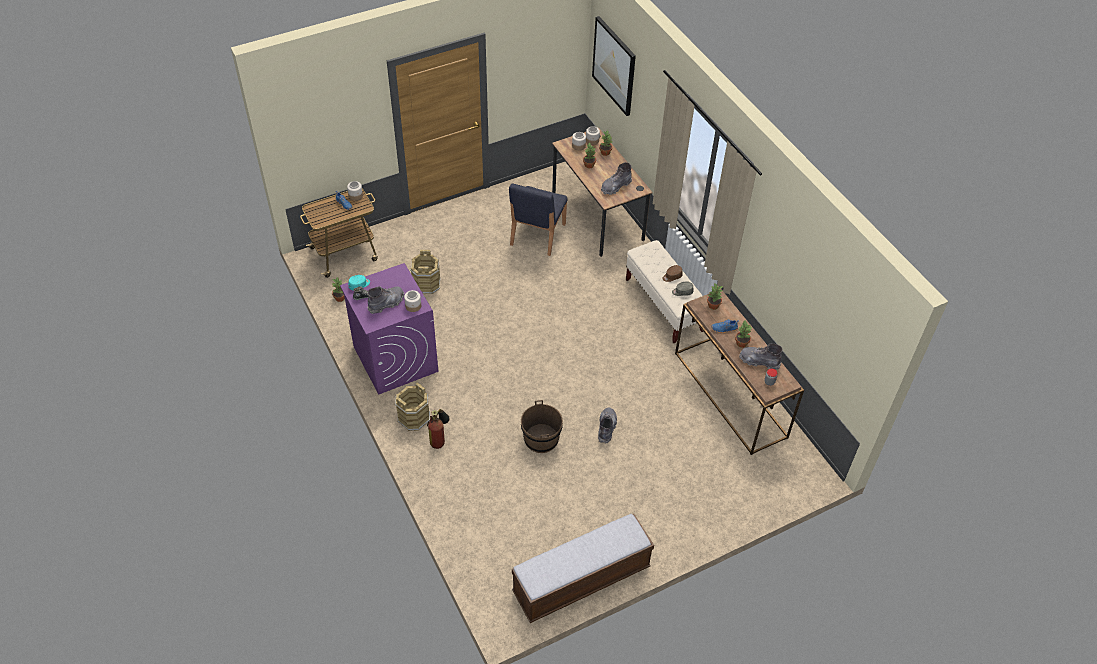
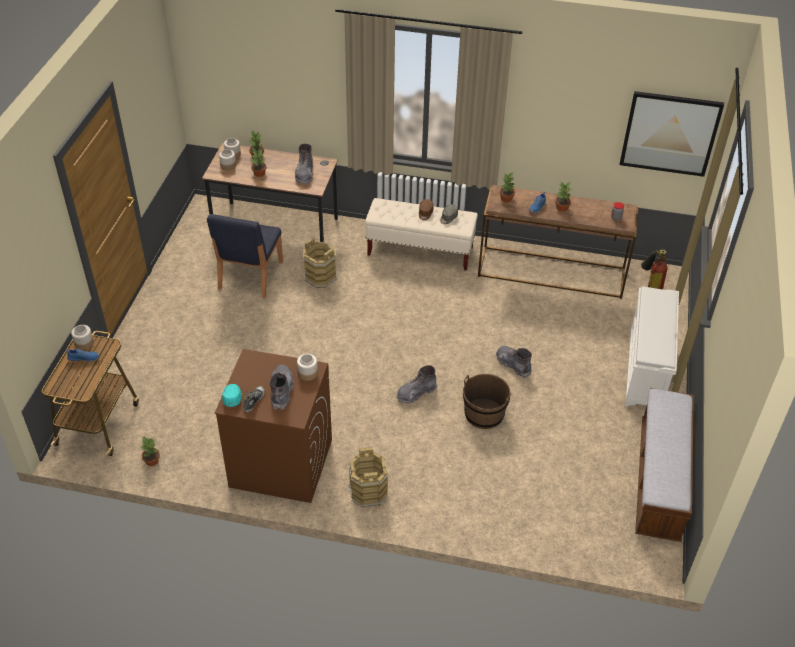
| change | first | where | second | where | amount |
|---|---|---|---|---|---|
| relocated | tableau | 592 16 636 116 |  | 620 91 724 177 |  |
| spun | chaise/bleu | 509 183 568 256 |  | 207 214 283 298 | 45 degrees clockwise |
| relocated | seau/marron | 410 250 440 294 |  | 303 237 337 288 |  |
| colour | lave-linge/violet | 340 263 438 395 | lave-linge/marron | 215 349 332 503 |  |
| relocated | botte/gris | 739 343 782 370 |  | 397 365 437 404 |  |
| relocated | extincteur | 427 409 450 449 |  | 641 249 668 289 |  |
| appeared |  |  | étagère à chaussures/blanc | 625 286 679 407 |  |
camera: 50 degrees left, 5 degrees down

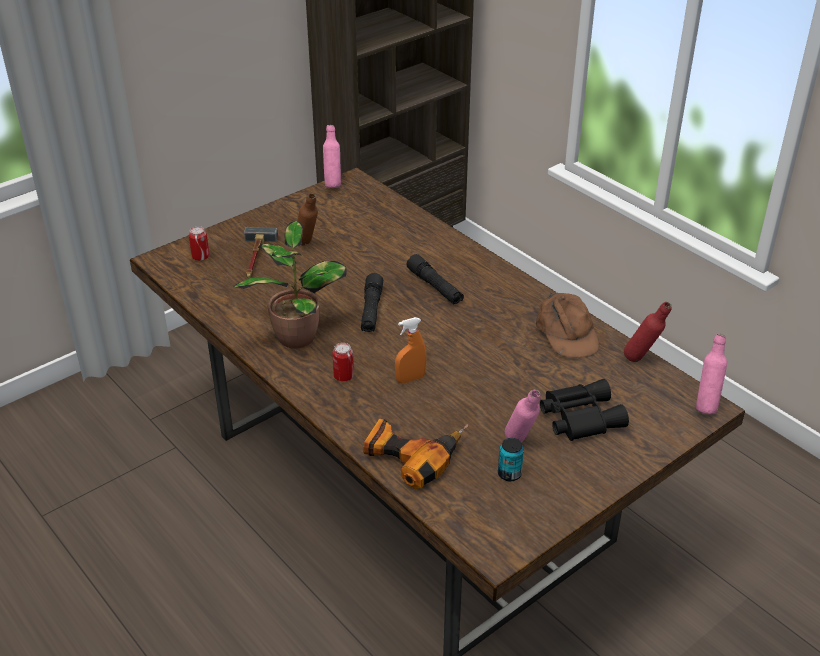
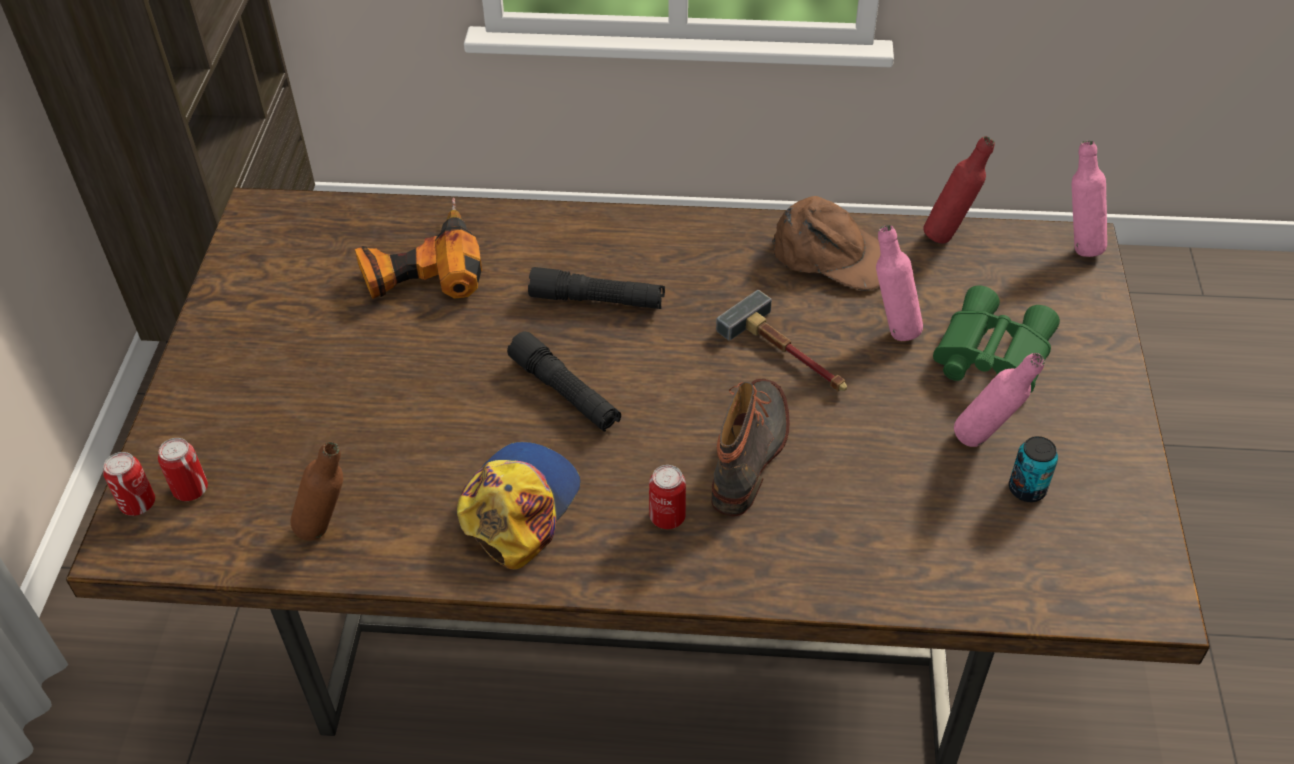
| change | first | where | second | where | amount |
|---|---|---|---|---|---|
| relocated | bouteille/rose | 323 125 341 188 |  | 876 225 923 341 |  |
| relocated | bouteille/marron | 297 193 318 246 |  | 291 442 343 541 |  |
| exchanged | plante en pot | 233 221 347 348 | casquette | 457 442 581 569 |  |
| relocated | marteau | 244 227 278 278 |  | 716 290 847 391 |  |
| exchanged | vaporisateur/orange | 395 317 426 384 | botte | 711 379 789 517 |  |
| colour | jumelles/noir | 540 379 629 441 | jumelles/vert | 933 285 1060 393 |  |
| relocated | perceuse | 363 418 469 489 |  | 355 198 482 299 |  |
| appeared |  |  | boîte métallique | 103 452 155 516 |  |
camera: 45 degrees left, 10 degrees up

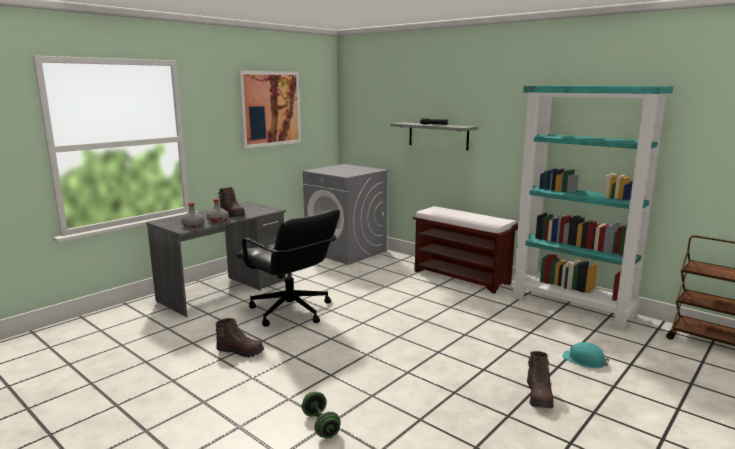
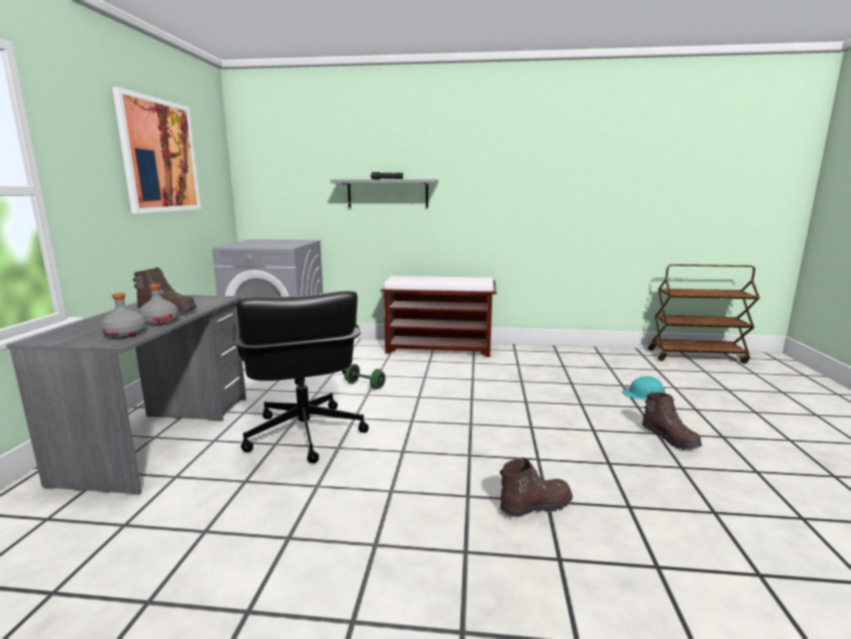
| change | first | where | second | where | amount |
|---|---|---|---|---|---|
| missing | bibliothèque/turquoise | 511 86 673 329 |  |  |  |
| spun | chaise de bureau/noir | 236 209 340 327 |  | 233 291 369 463 | 60 degrees clockwise |
| relocated | botte/marron | 215 318 264 358 |  | 500 457 573 517 |  |
| relocated | haltère/vert | 302 392 341 438 |  | 344 364 386 390 |  |
camera: 35 degrees left, 0 degrees up

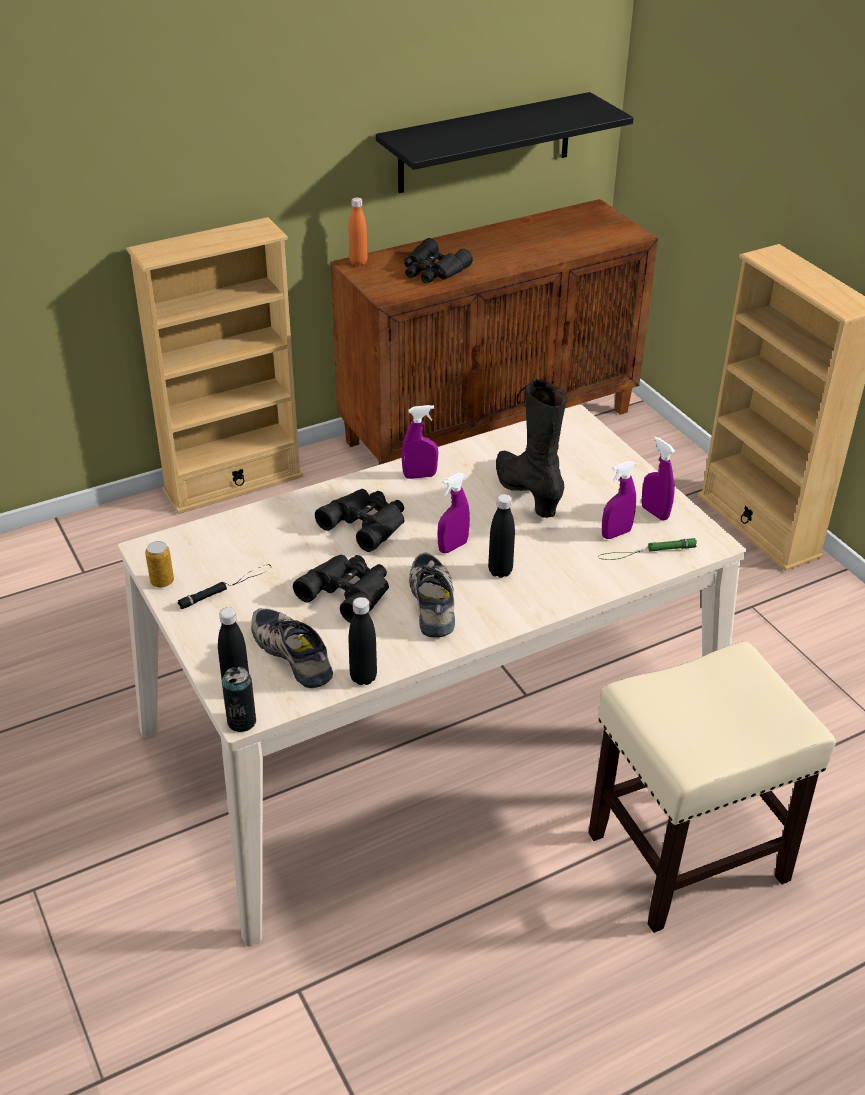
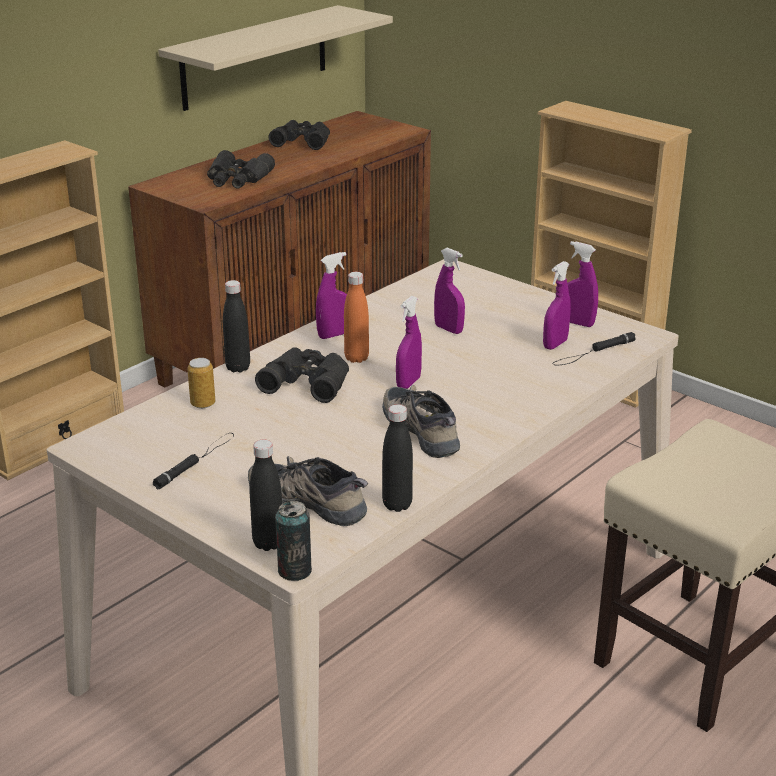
| change | first | where | second | where | amount |
|---|---|---|---|---|---|
| colour | étagère/noir | 376 92 634 193 | étagère/beige | 158 5 393 111 |  |
| relocated | bouteille/orange | 349 197 368 266 |  | 344 272 369 363 |  |
| exchanged | botte/noir | 496 378 567 518 | vaporisateur/violet | 434 248 465 334 |  |
| relocated | bouteille/noir | 488 494 515 578 |  | 223 280 250 373 |  |
| colour | lampe de poche/vert | 598 538 697 560 | lampe de poche/noir | 552 332 636 365 |  |
| relocated | boîte métallique | 145 541 174 588 |  | 187 358 215 409 |  |
| relocated | jumelles/noir | 293 555 389 623 |  | 269 120 330 150 |  |
camera: 20 degrees left, 10 degrees down

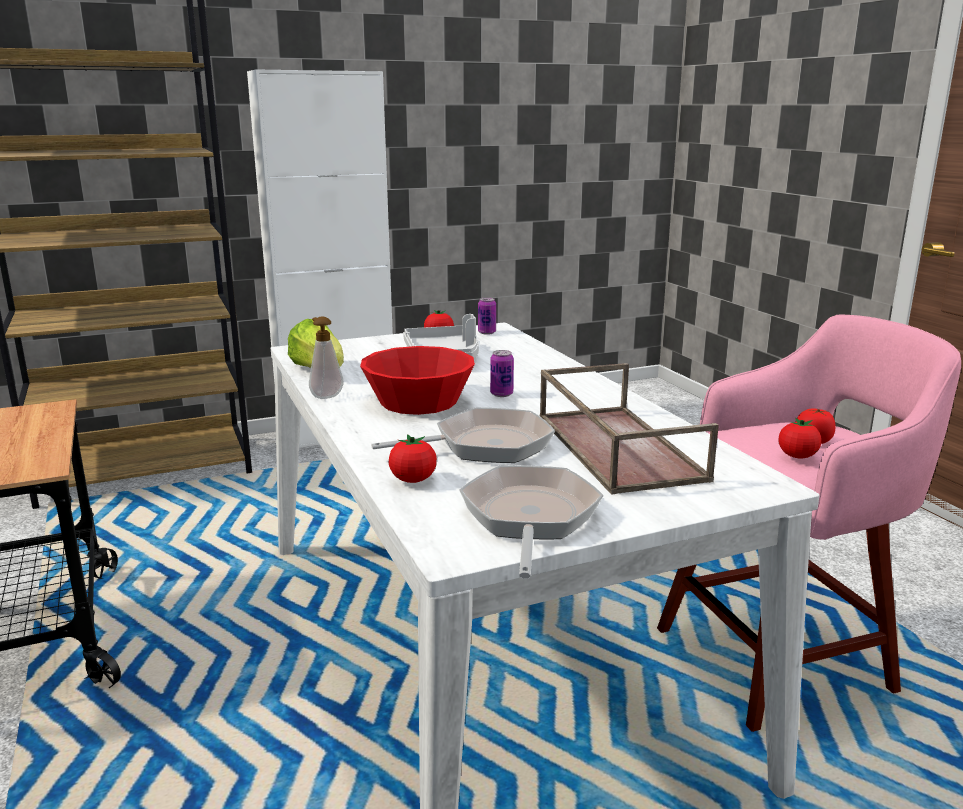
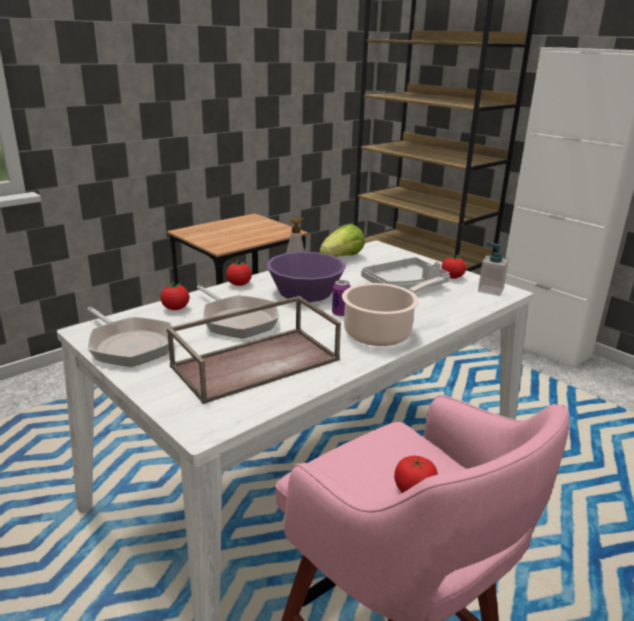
| change | first | where | second | where | amount |
|---|---|---|---|---|---|
| exchanged | boîte métallique | 478 298 496 335 | distributeur de savon | 478 243 509 296 |  |
| colour | bol/rouge | 360 346 475 415 | bol/violet | 267 252 346 302 |  |
| relocated | tomate | 778 418 821 459 |  | 226 260 252 286 |  |
| spun | poêle | 459 465 604 579 |  | 87 307 172 367 | 60 degrees clockwise |
| appeared |  |  | marmite | 342 277 445 346 |  |
camera: 70 degrees right, 5 degrees up

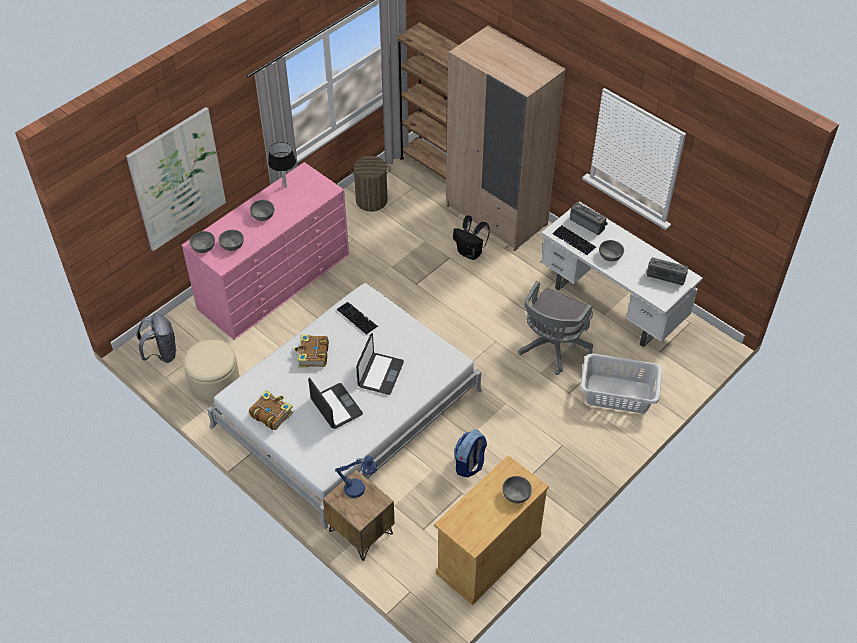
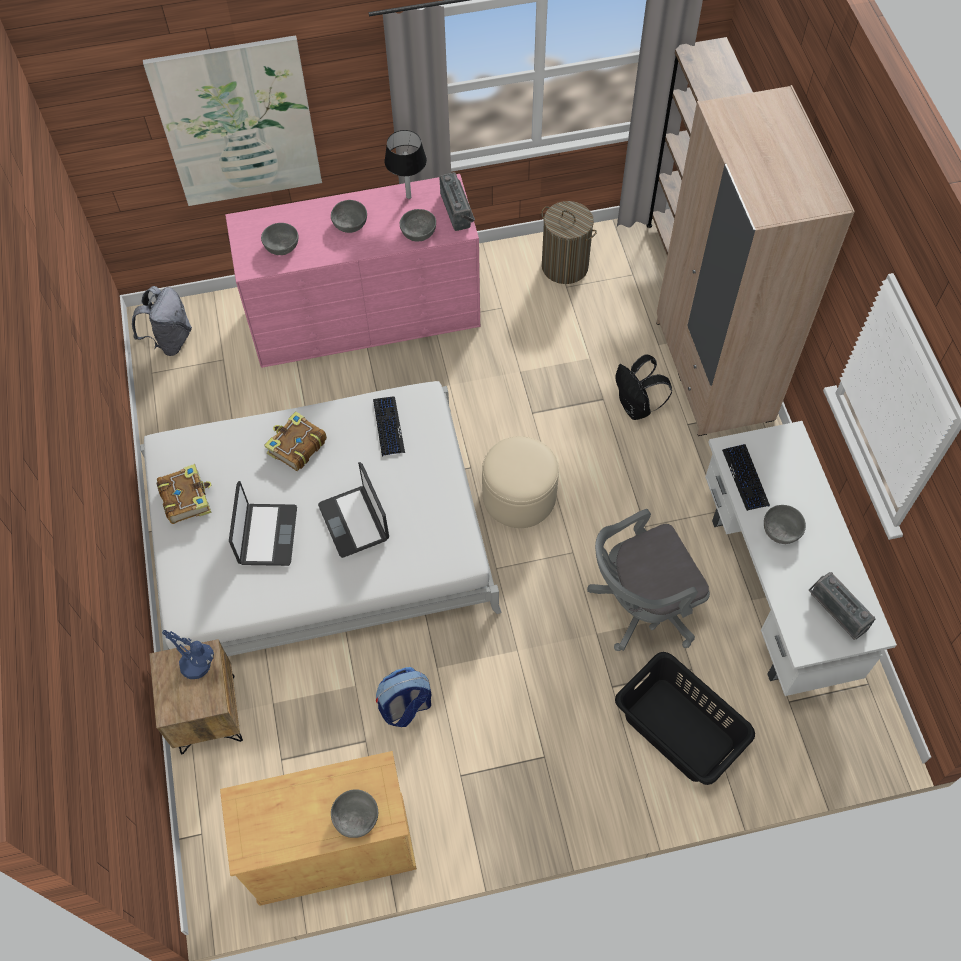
| change | first | where | second | where | amount |
|---|---|---|---|---|---|
| relocated | radio | 570 202 608 235 |  | 440 172 475 231 |  |
| relocated | bol/gris | 190 231 215 253 |  | 400 209 436 242 |  |
| spun | ordinateur portable | 356 333 404 395 |  | 318 462 389 558 | 105 degrees clockwise |
| relocated | pouf/beige | 183 339 240 403 |  | 482 436 559 528 |  |
| colour | panier à linge/blanc | 580 354 662 413 | panier à linge/noir | 615 652 755 785 |  |
camera: 35 degrees right, 10 degrees up

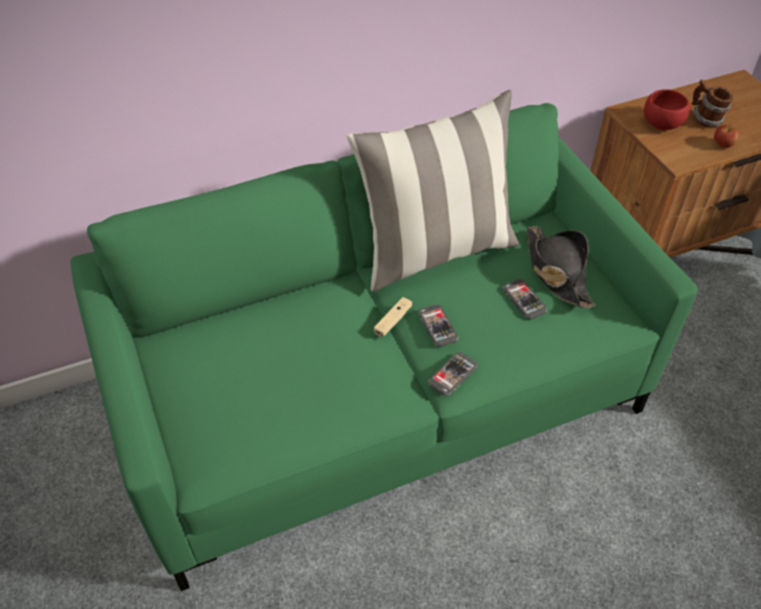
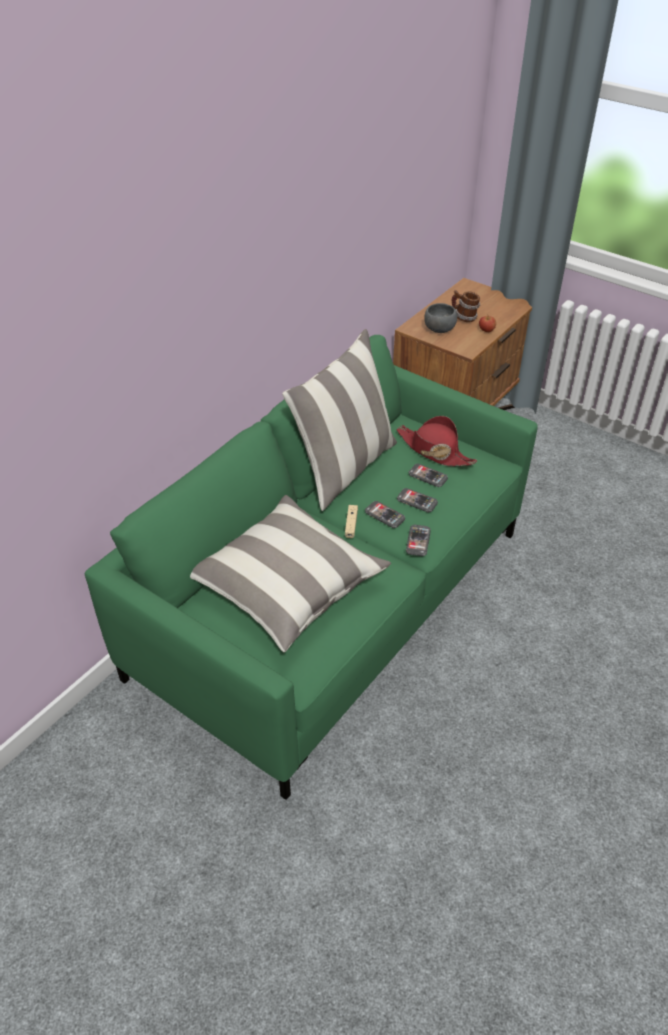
| change | first | where | second | where | amount |
|---|---|---|---|---|---|
| colour | bol/rouge | 644 89 690 130 | bol/gris | 424 303 457 333 |  |
| colour | chapeau/noir | 527 226 595 308 | chapeau/rouge | 396 416 477 466 |  |
| appeared |  |  | téléphone | 397 488 438 512 |  |
| appeared |  |  | coussin | 190 495 391 652 |  |
camera: 30 degrees left, 5 degrees down

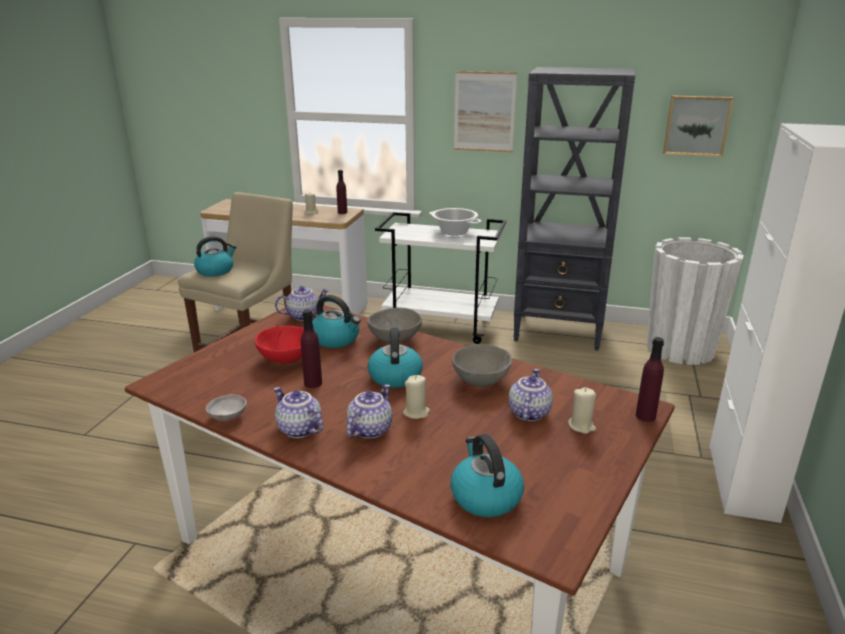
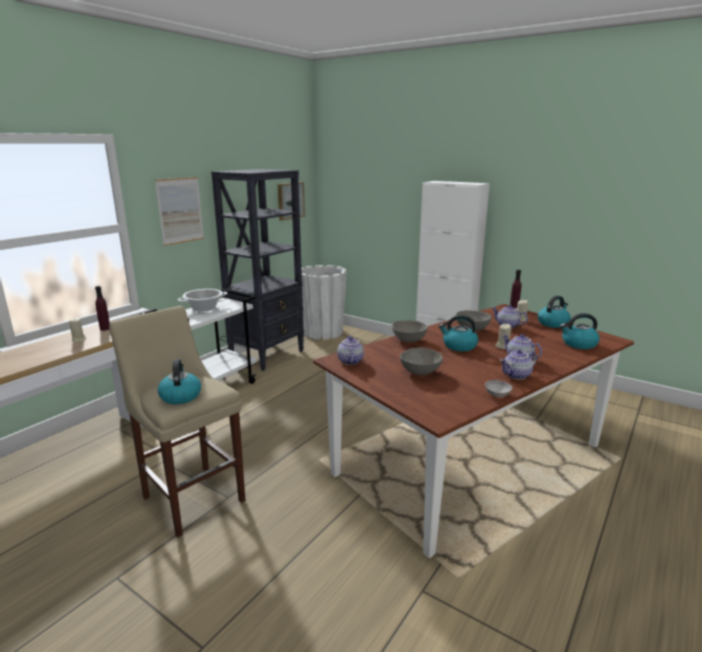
| change | first | where | second | where | amount |
|---|---|---|---|---|---|
| relocated | bouilloire | 312 295 360 348 |  | 538 296 571 328 |  |
| missing | bouteille/violet | 301 309 322 388 |  |  |  |
| colour | bol/rouge | 255 326 304 363 | bol/gris | 400 347 443 375 |  |
camera: 70 degrees left, 5 degrees down

